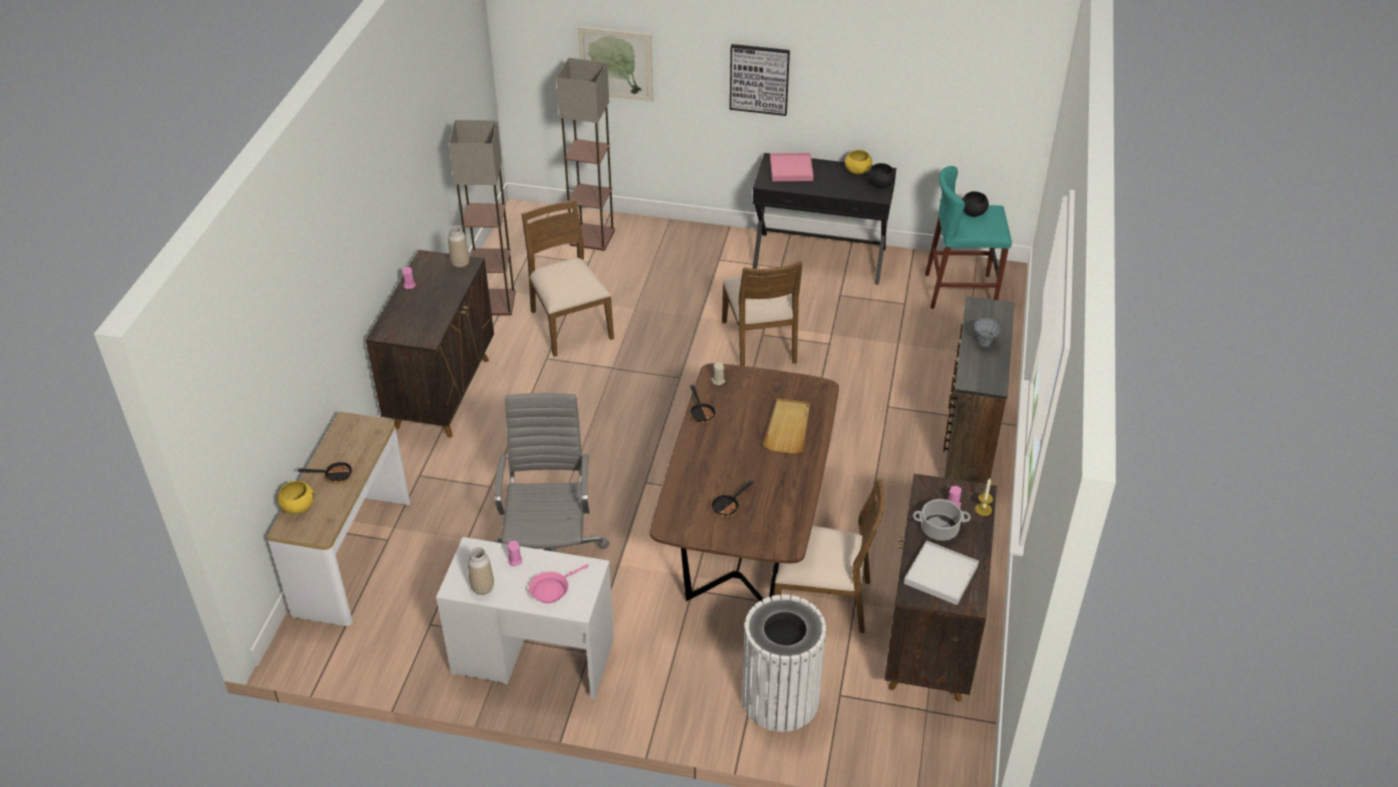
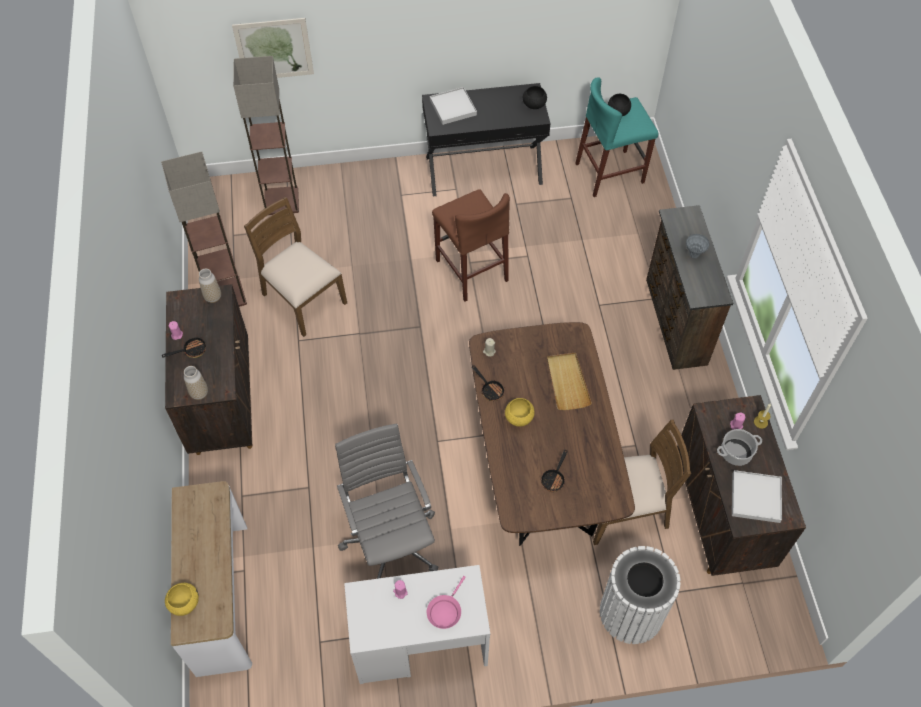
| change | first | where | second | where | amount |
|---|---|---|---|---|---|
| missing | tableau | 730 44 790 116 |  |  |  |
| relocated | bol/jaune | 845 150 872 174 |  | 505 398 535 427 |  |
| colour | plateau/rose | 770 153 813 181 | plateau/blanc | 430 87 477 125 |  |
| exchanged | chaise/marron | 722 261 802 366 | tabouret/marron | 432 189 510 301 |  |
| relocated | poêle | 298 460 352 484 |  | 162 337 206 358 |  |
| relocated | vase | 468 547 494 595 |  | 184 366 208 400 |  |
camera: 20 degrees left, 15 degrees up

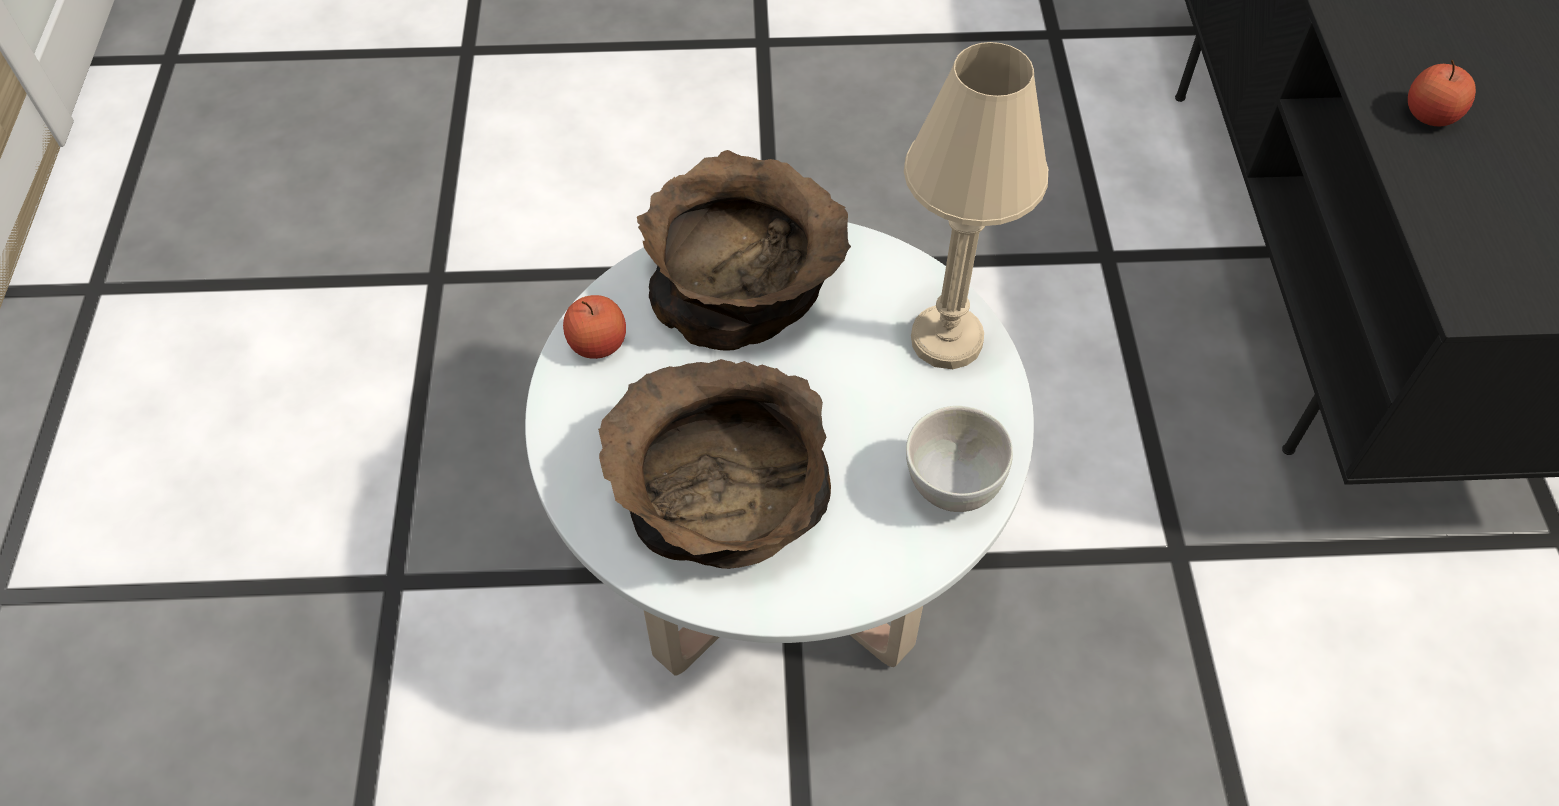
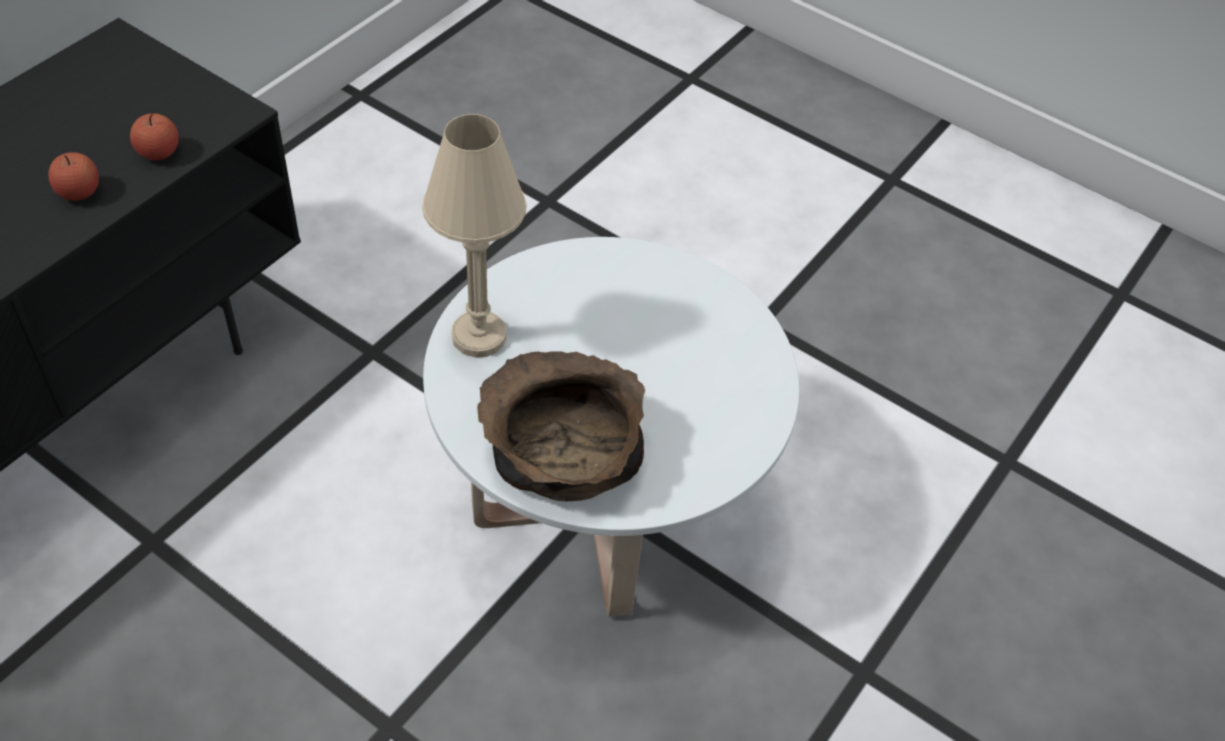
| change | first | where | second | where | amount |
|---|---|---|---|---|---|
| relocated | pomme | 563 295 626 359 |  | 130 114 179 160 |  |
| missing | bol/marron | 598 359 831 569 |  |  |  |
| missing | bol/blanc | 906 406 1013 512 |  |  |  |
camera: 145 degrees left, 5 degrees down

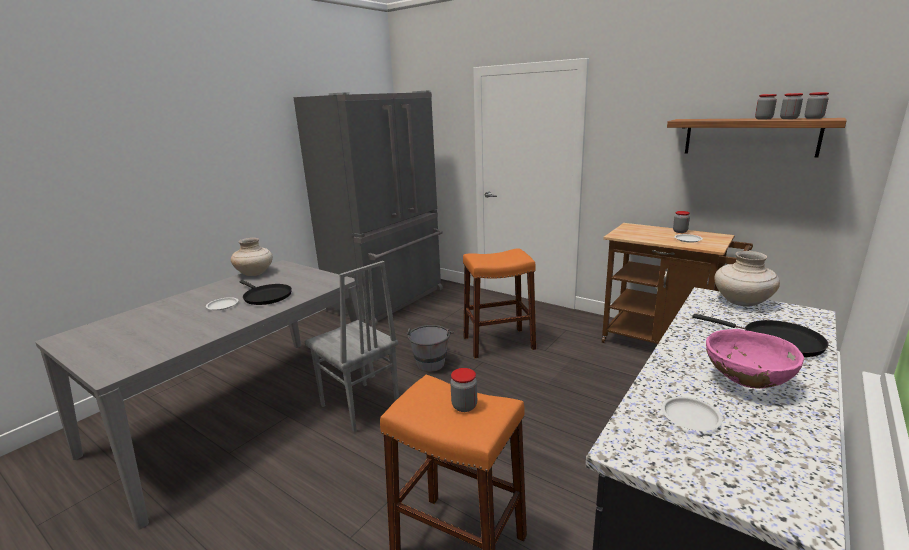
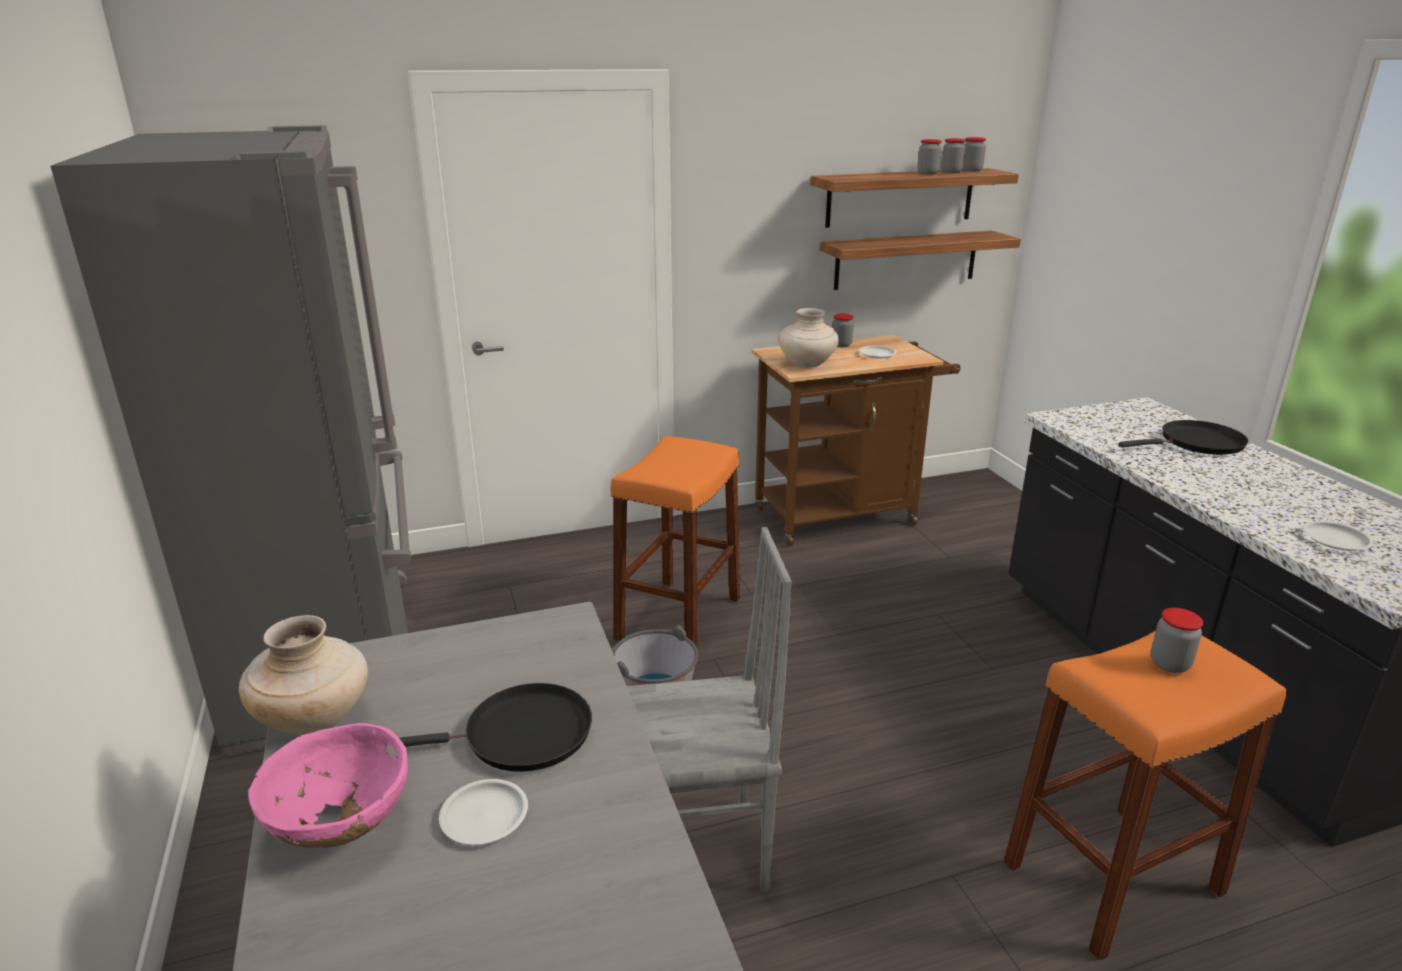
| change | first | where | second | where | amount |
|---|---|---|---|---|---|
| relocated | vase/beige | 714 251 780 307 |  | 779 308 839 367 |  |
| relocated | bol/rose | 706 329 804 389 |  | 248 723 408 848 |  |
| appeared |  |  | étagère | 820 230 1021 290 |  |
camera: 55 degrees left, 5 degrees up

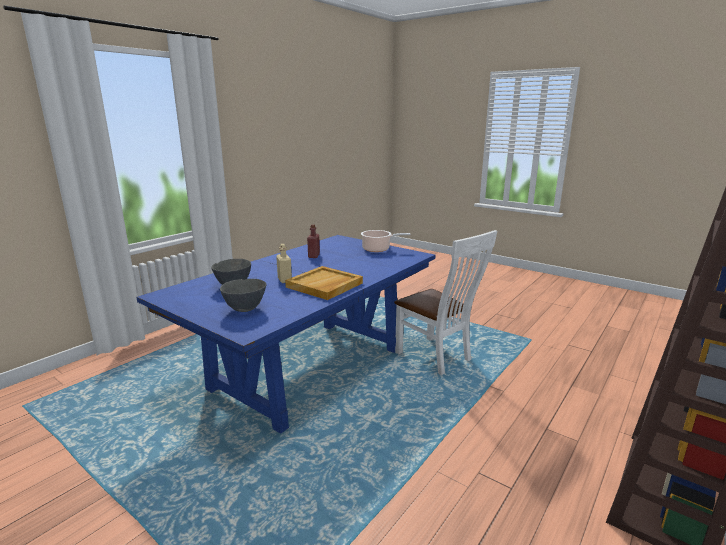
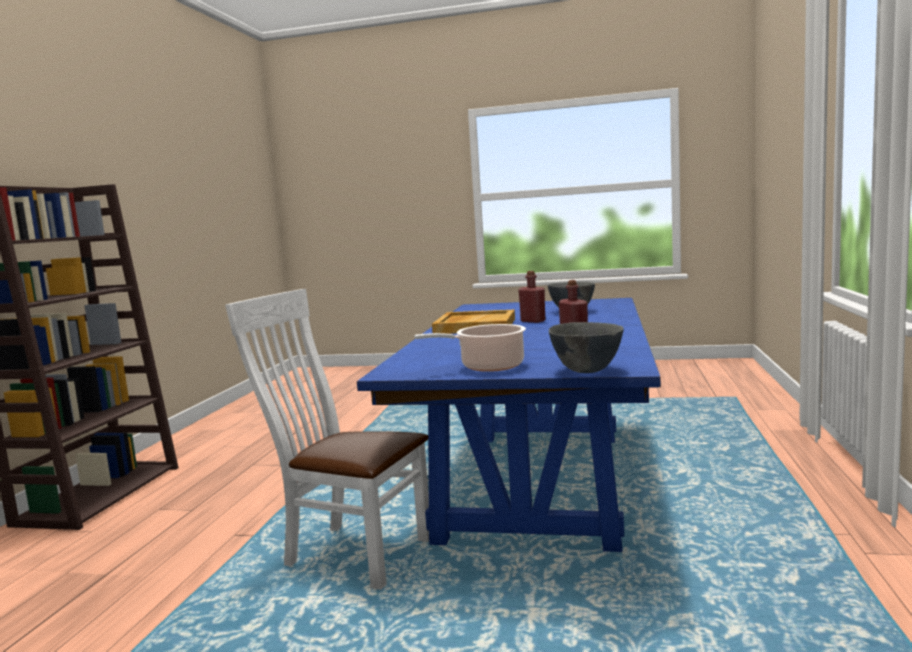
| change | first | where | second | where | amount |
|---|---|---|---|---|---|
| colour | bouteille/beige | 276 244 292 283 | bouteille/rouge | 518 271 545 323 |  |
| relocated | bol/gris | 220 279 267 312 |  | 549 322 624 373 |  |
camera: 155 degrees right, 10 degrees down

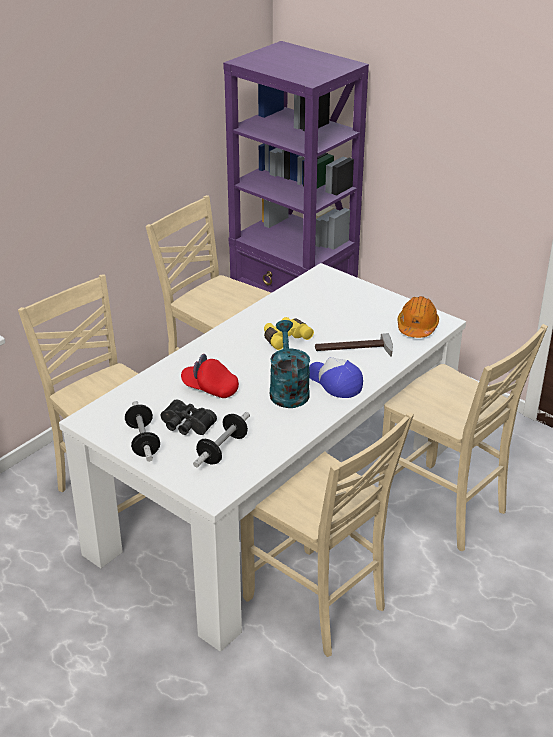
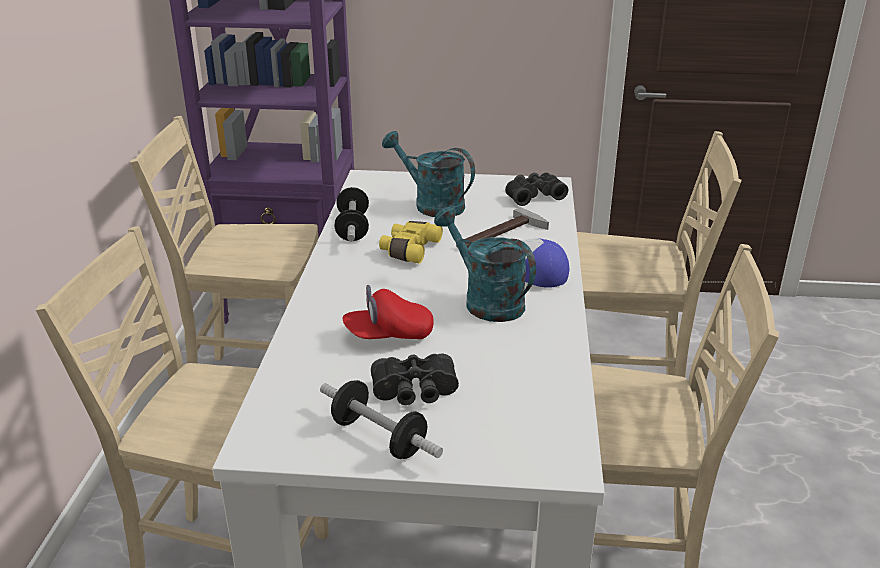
| change | first | where | second | where | amount |
|---|---|---|---|---|---|
| exchanged | casque de chantier/orange | 397 296 439 338 | jumelles/noir | 505 172 568 206 |  |
| relocated | haltère | 193 412 250 467 |  | 334 187 369 242 |  |
| appeared |  |  | arrosoir/turquoise | 382 131 475 217 |  |
camera: 35 degrees left, 5 degrees down

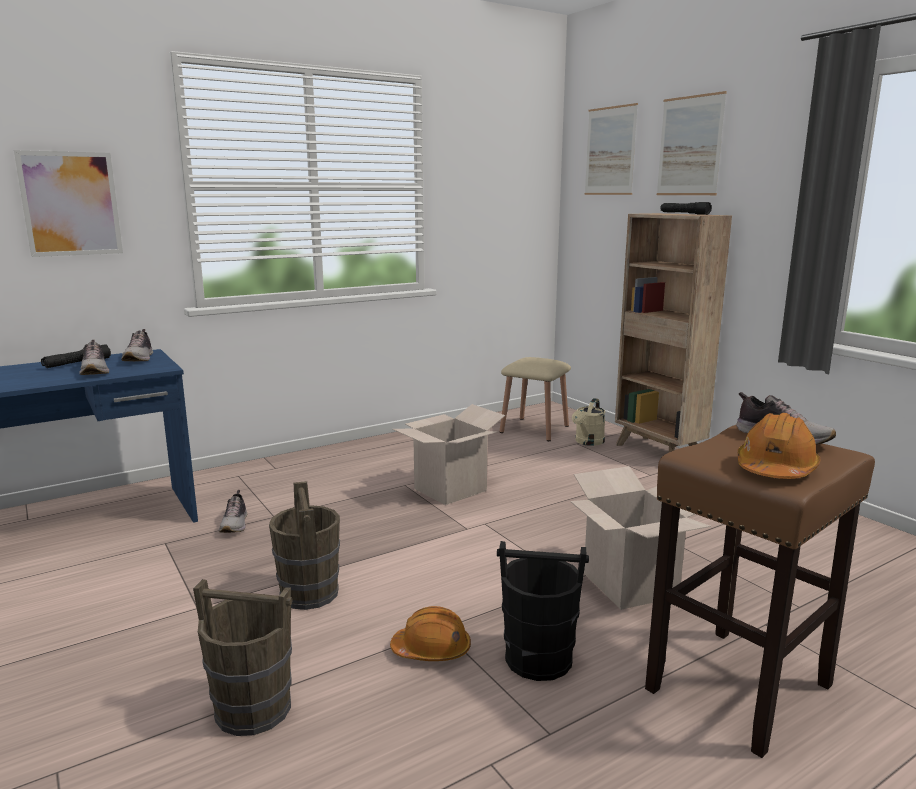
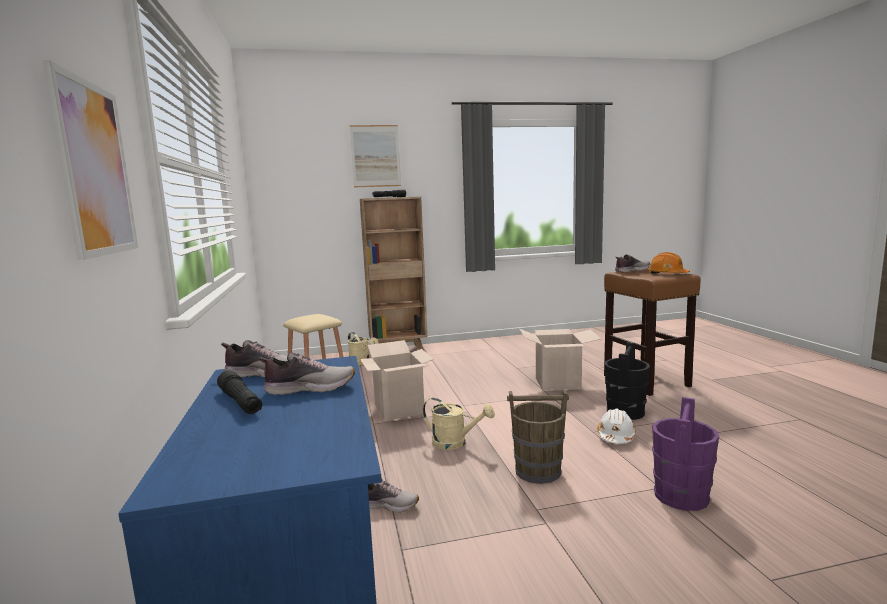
| change | first | where | second | where | amount |
|---|---|---|---|---|---|
| missing | tableau | 585 103 638 195 |  |  |  |
| colour | seau/marron | 193 579 292 736 | seau/violet | 652 397 719 511 |  |
| colour | casque de chantier/orange | 390 606 471 661 | casque de chantier/blanc | 597 409 636 444 |  |
| appeared |  |  | arrosoir/beige | 423 398 495 450 |  |
camera: 70 degrees left, 5 degrees down

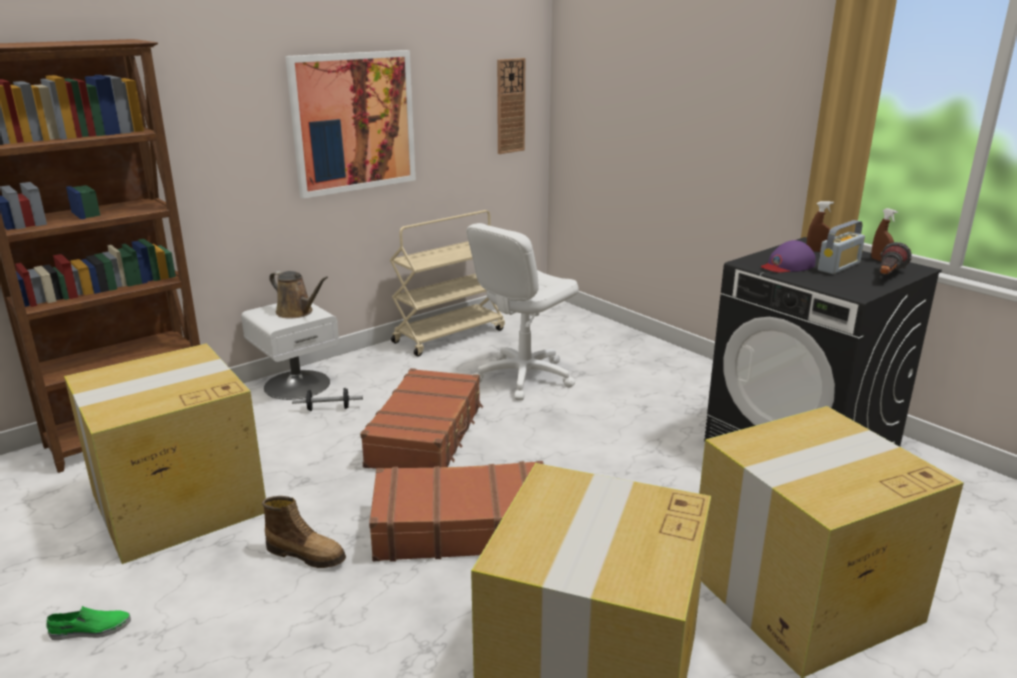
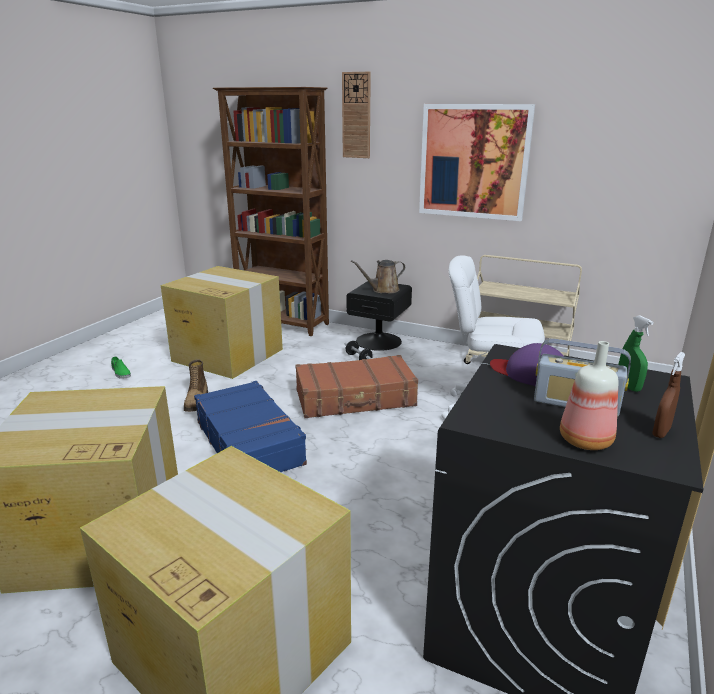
| change | first | where | second | where | amount |
|---|---|---|---|---|---|
| relocated | horloge murale | 497 58 525 154 |  | 342 72 371 158 |  |
| colour | vaporisateur/marron | 807 201 834 252 | vaporisateur/vert | 618 315 654 392 |  |
| exchanged | lampe de poche | 880 242 912 275 | bouteille | 560 341 618 450 |  |
| spun | arrosoir/marron | 269 271 328 319 |  | 351 260 405 293 | 60 degrees clockwise |
| colour | table de chevet/blanc | 241 303 339 400 | table de chevet/noir | 346 281 412 351 |  |
| colour | valise/marron | 369 461 544 562 | valise/bleu | 194 381 307 472 |  |
camera: 65 degrees right, 0 degrees up

